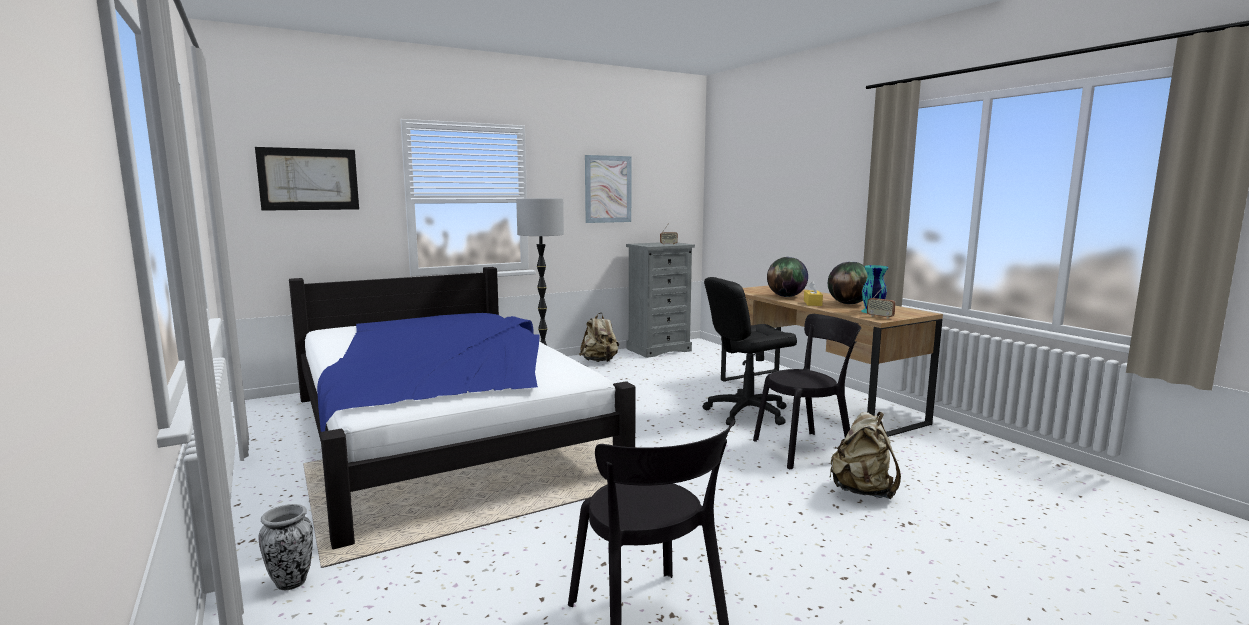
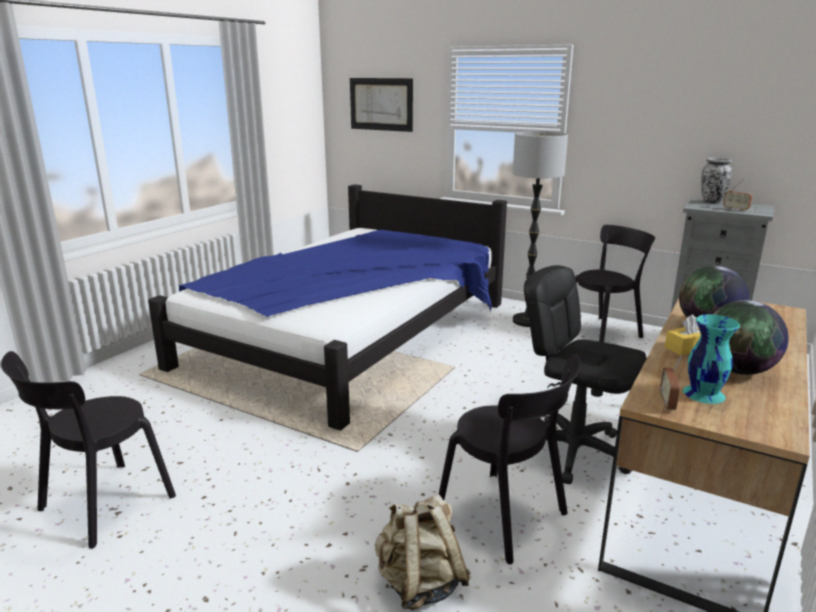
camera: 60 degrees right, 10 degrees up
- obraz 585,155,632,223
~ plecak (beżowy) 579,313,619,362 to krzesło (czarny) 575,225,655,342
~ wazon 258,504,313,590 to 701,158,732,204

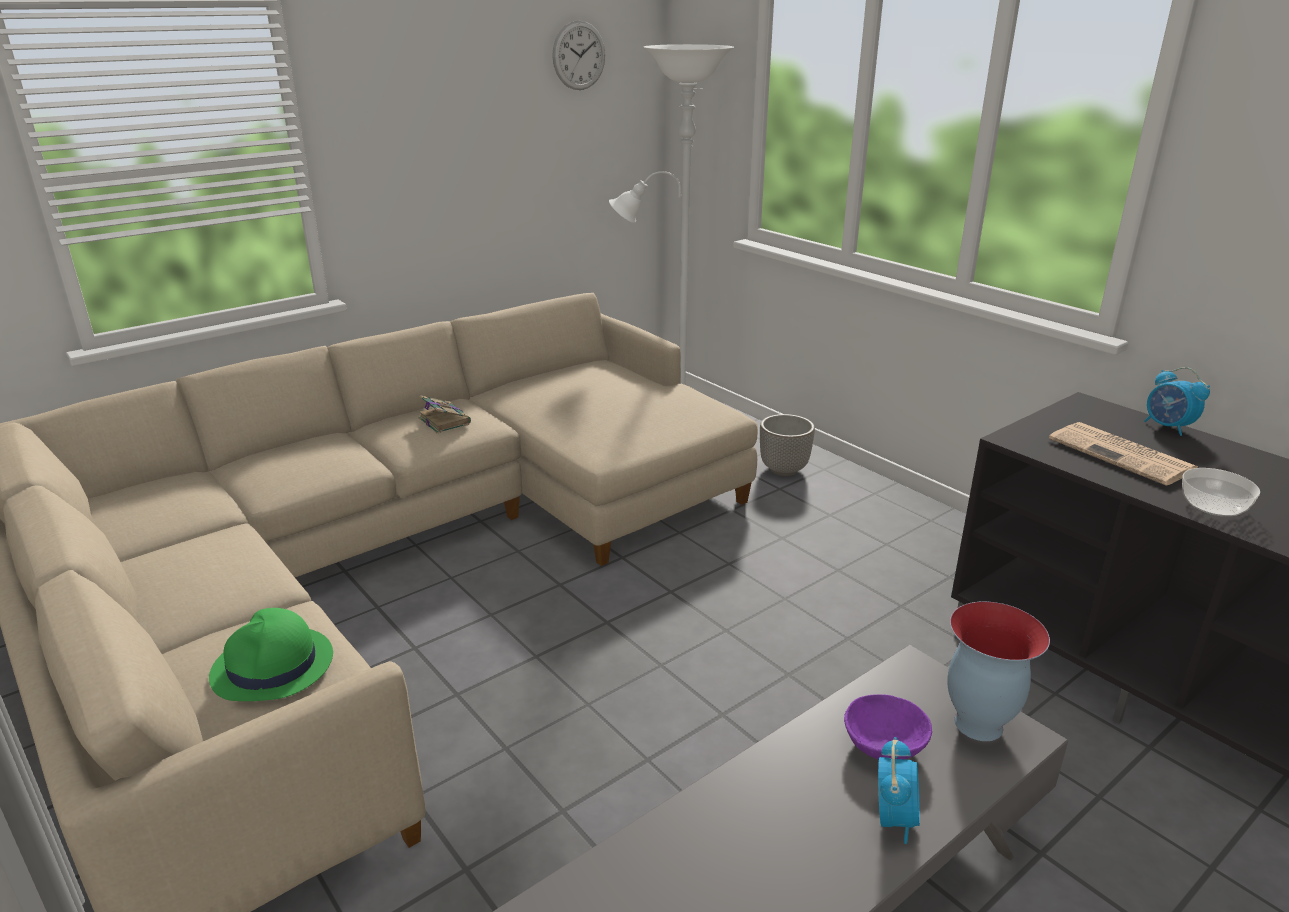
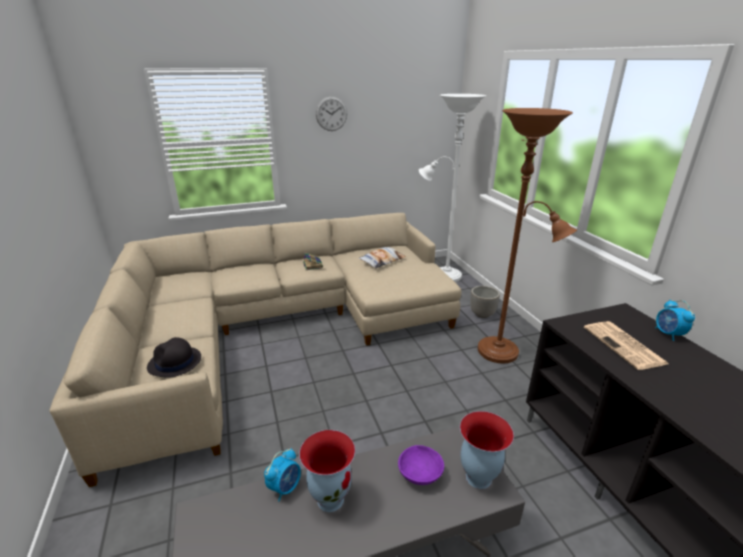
camera: 20 degrees right, 0 degrees up
~ zegar ścienny 552,20,605,90 to 316,97,347,131
- miska 1182,468,1260,516
~ kapelusz (zielony) 209,608,333,701 to kapelusz (czarny) 147,337,201,378
~ budzik 878,737,920,844 to 264,448,301,502
+ lampa stojąca (brązowy) 478,108,577,364
+ poduszka 358,247,406,268
+ wazon 299,430,355,512

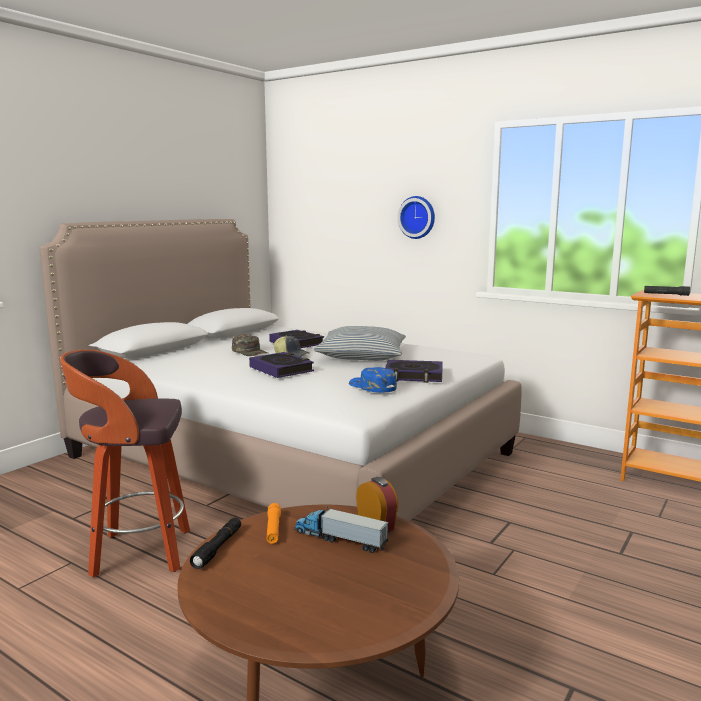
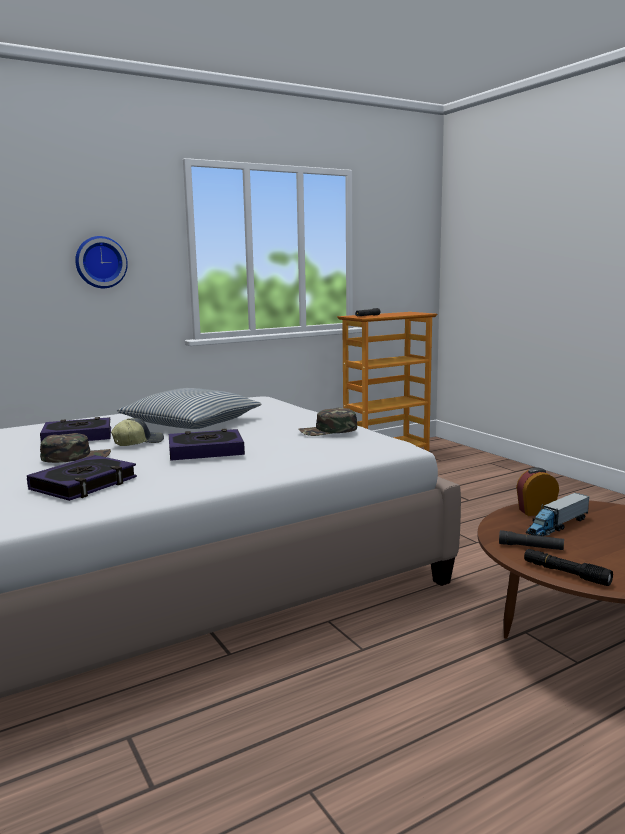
camera: 65 degrees left, 0 degrees up
- stołek 60,350,190,577
~ książka 385,360,443,383 to 27,455,137,501
~ czapka z daszkiem (niebieski) 349,367,397,393 to czapka z daszkiem (zielony) 298,408,357,436
~ latarka (pomarańczowy) 267,503,281,544 to latarka (czarny) 499,530,564,550

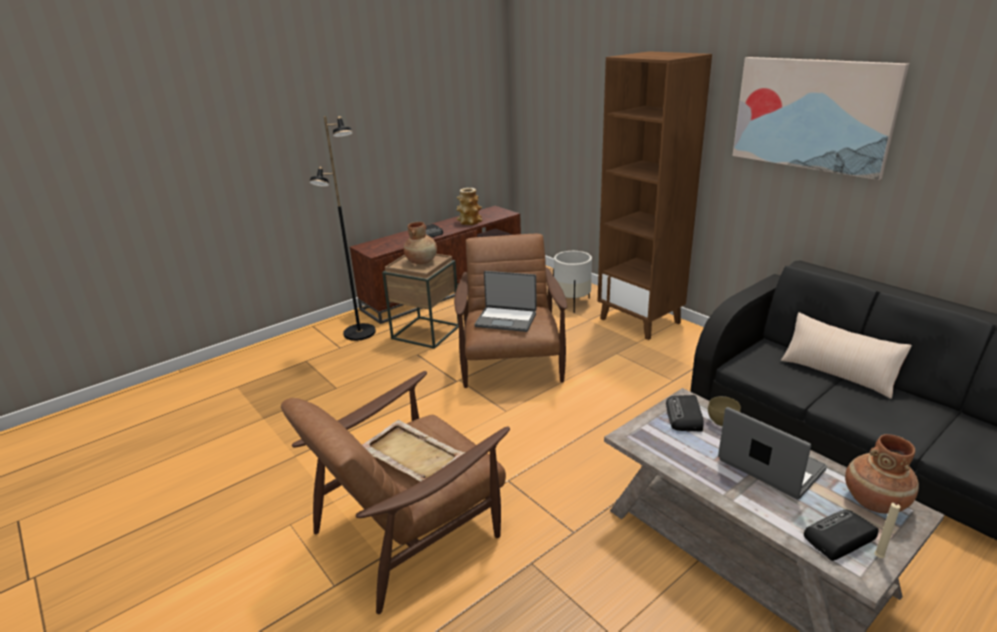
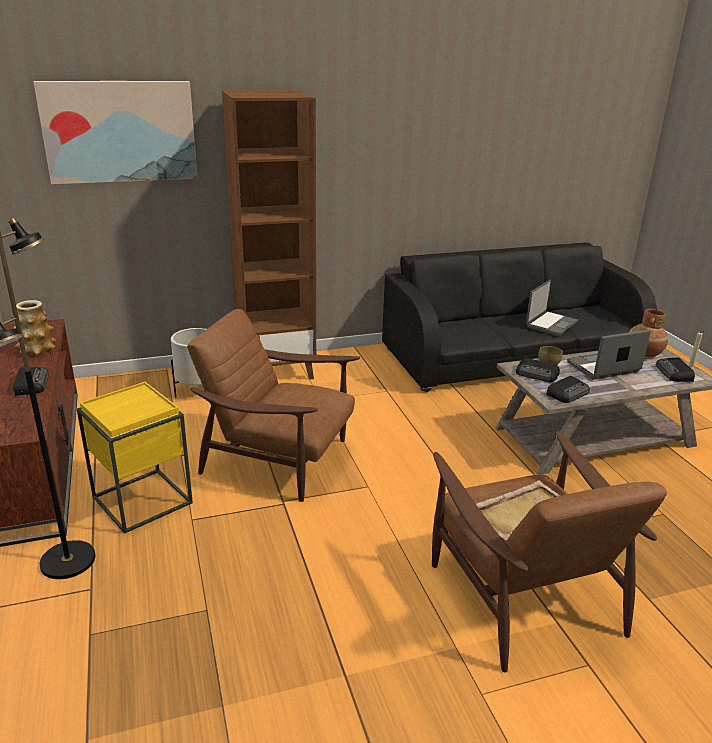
camera: 70 degrees left, 0 degrees up
~ obraz 732,57,909,180 to 34,81,198,184
- wazon (brązowy) 404,222,437,264
~ stolik (brązowy) 382,254,459,349 to stolik (żółty) 77,382,193,534
~ laptop 474,271,537,332 to 526,280,578,336
- poduszka (beżowy) 781,312,912,399
+ radio 546,376,590,403

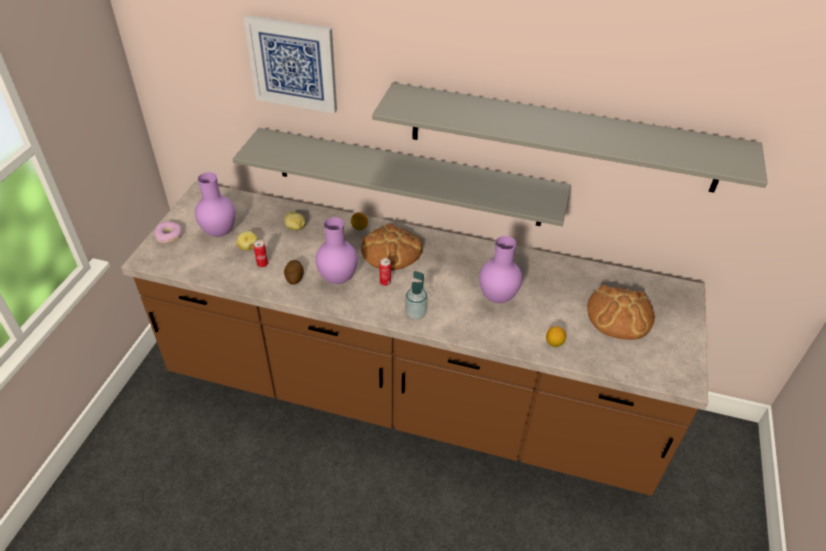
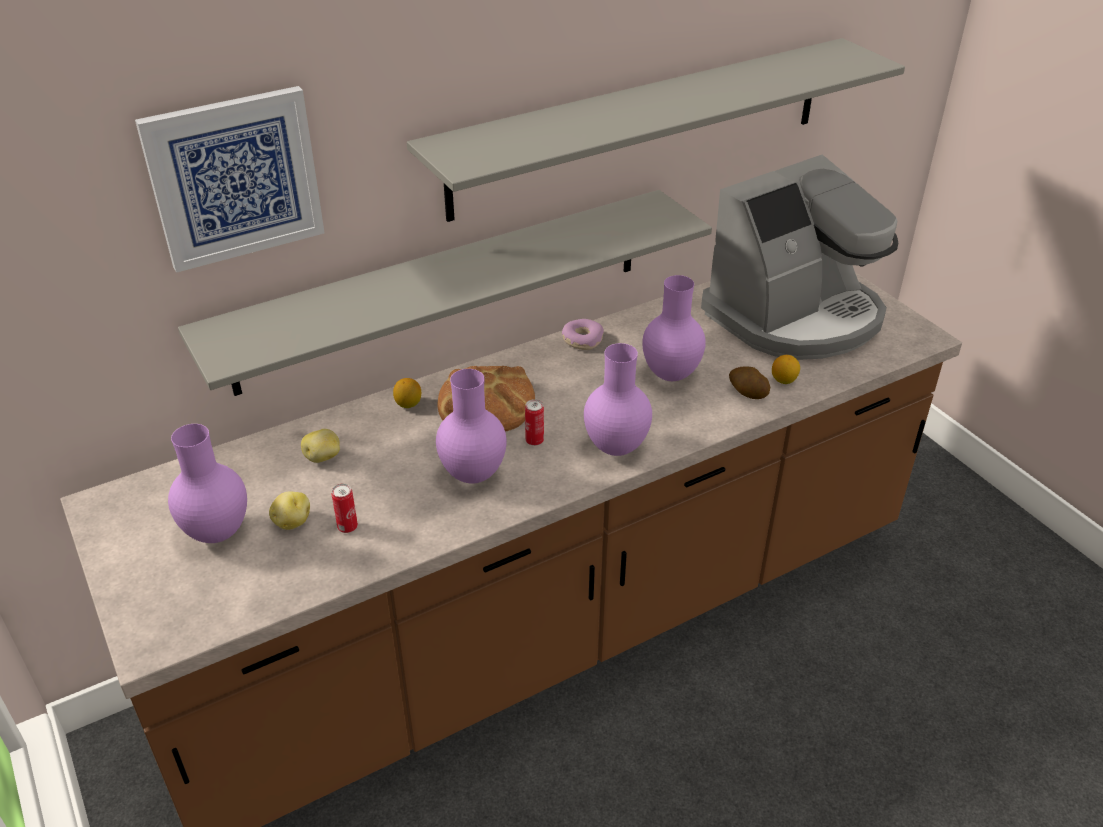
camera: 45 degrees left, 5 degrees down
~ donut 154,222,182,243 to 562,319,604,350
~ ziemniak 284,260,304,285 to 729,367,770,399
~ dozownik mydła 405,271,428,320 to wazon (fioletowy) 584,343,652,456
~ chleb 587,285,655,340 to ekspres do kawy 701,154,898,360

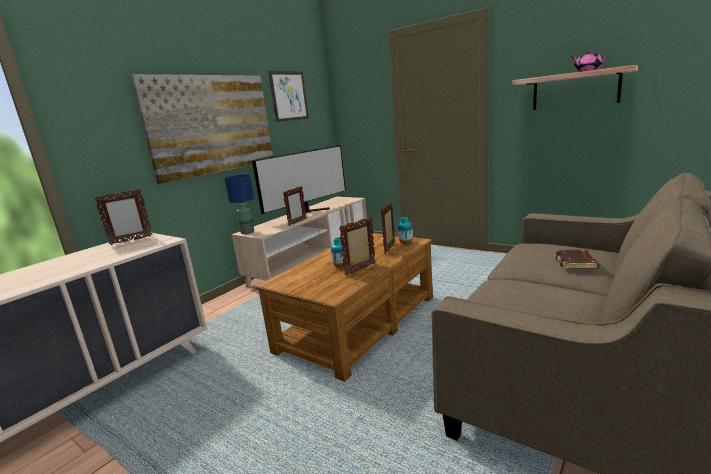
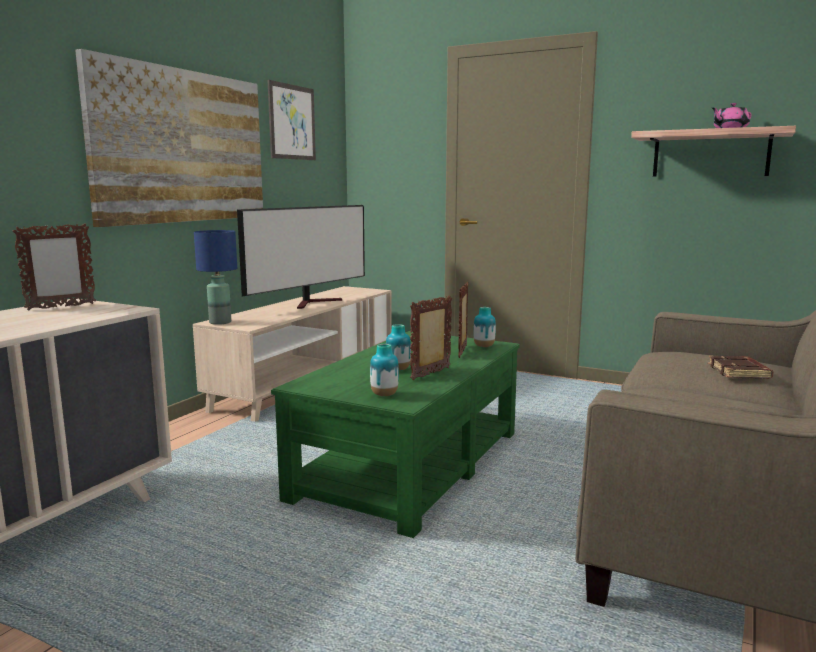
camera: 10 degrees left, 5 degrees down
- ramka na zdjęcie 283,186,307,226
~ ława (brązowy) 256,233,433,382 to ława (zielony) 271,331,520,538
+ wazon 370,344,399,396

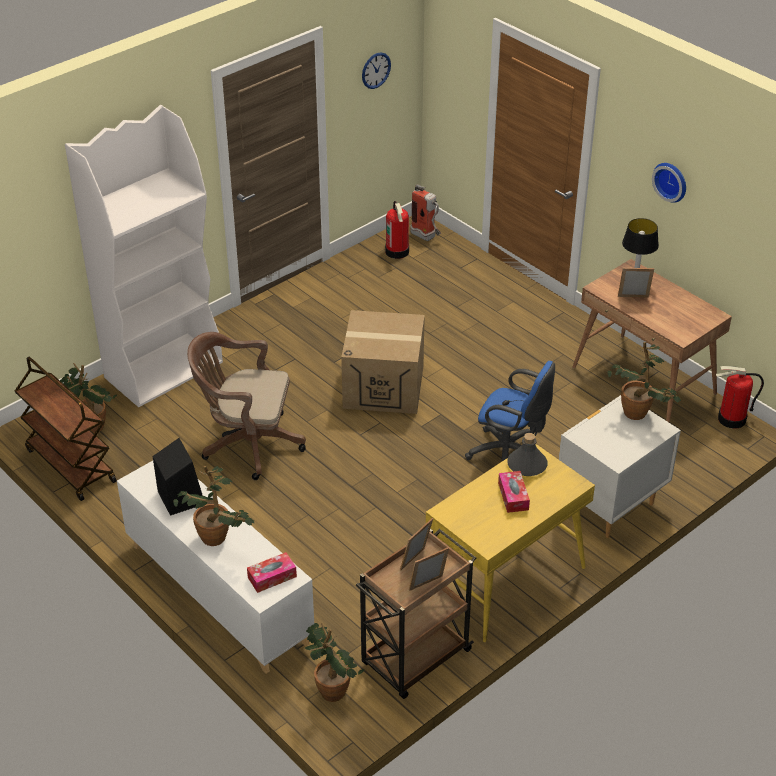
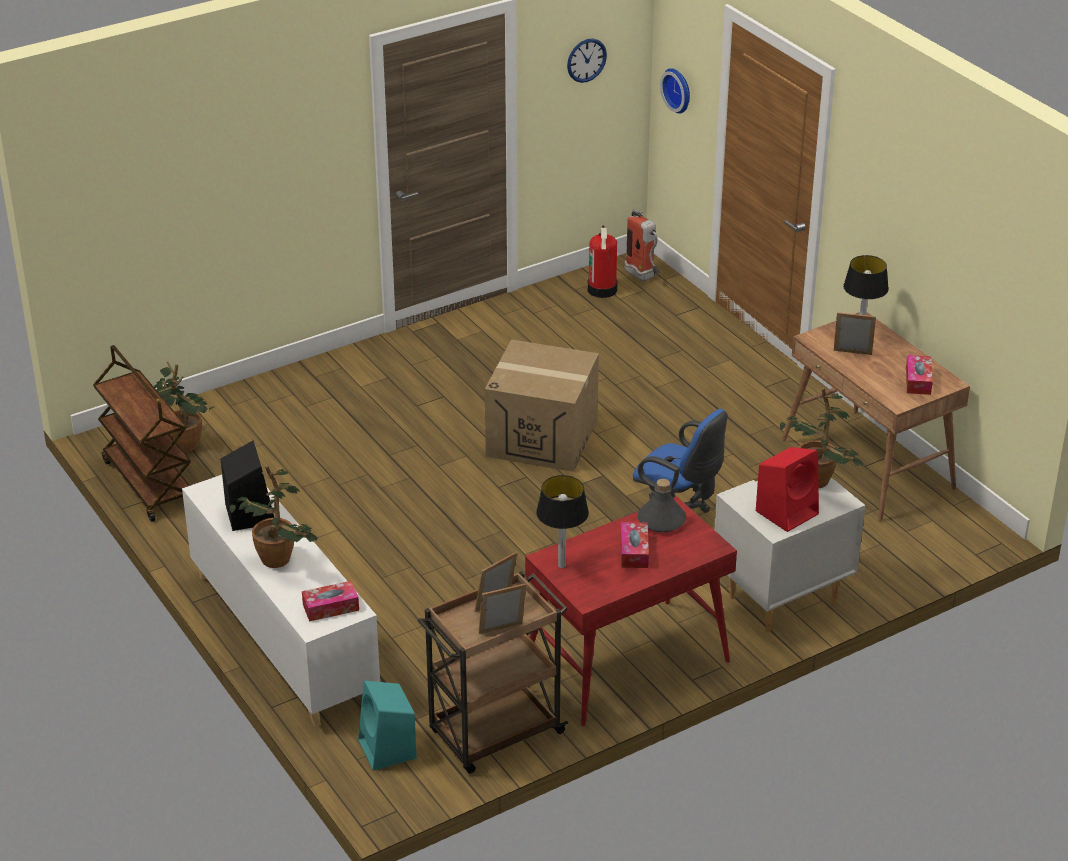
camera: 10 degrees right, 5 degrees down
- regał (biały) 65,105,223,407
~ zegar ścienny 652,163,686,203 to 660,68,690,114
- krzesło biurowe (brązowy) 187,332,306,480
- gaśnica 716,366,764,429
~ biurko (żółty) 426,444,595,642 to biurko (czerwony) 525,496,737,726
~ roślina doniczkowa 305,623,364,702 to głośnik (turkusowy) 358,681,417,771
+ pudełko chusteczek 906,355,933,395
+ głośnik (czerwony) 756,447,819,532
+ lampa stołowa 536,475,589,568

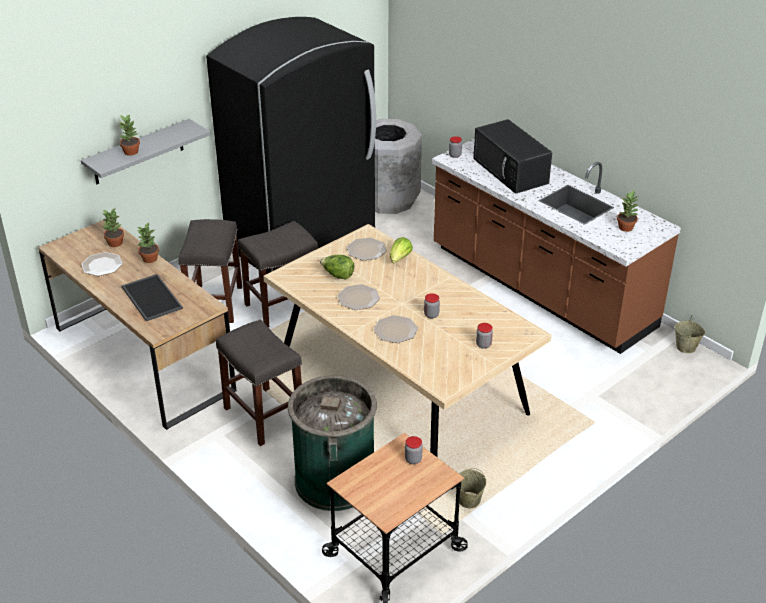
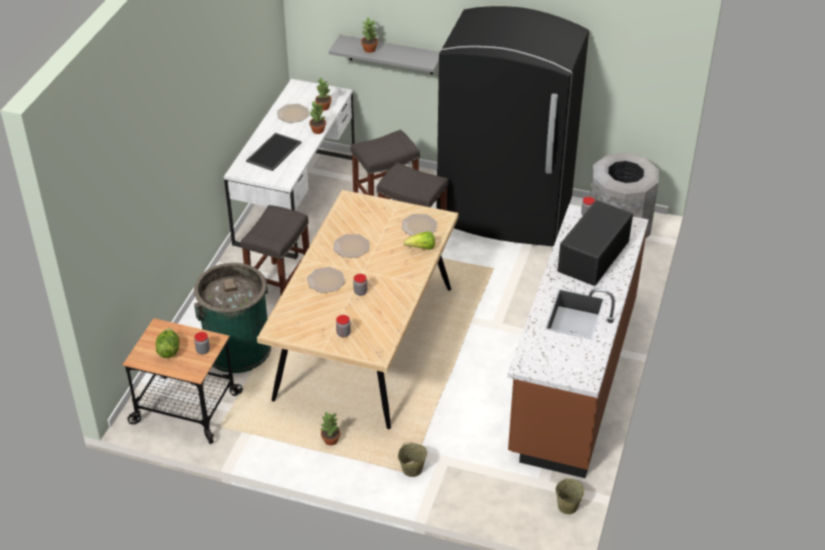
camera: 60 degrees right, 5 degrees up
~ roślina doniczkowa 617,190,639,232 to 321,412,340,445
~ biurko (brązowy) 38,220,236,430 to biurko (biały) 224,79,355,259
~ sałata 320,255,354,280 to 156,328,179,358
~ wiadro (beżowy) 456,468,486,508 to 398,442,427,477

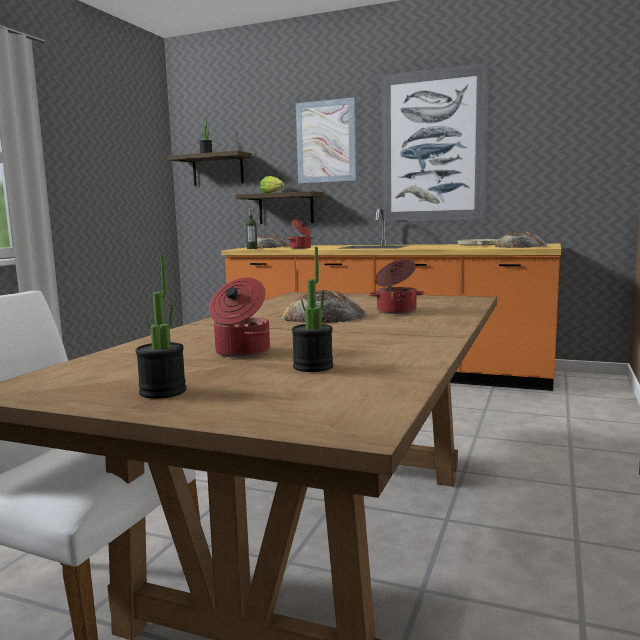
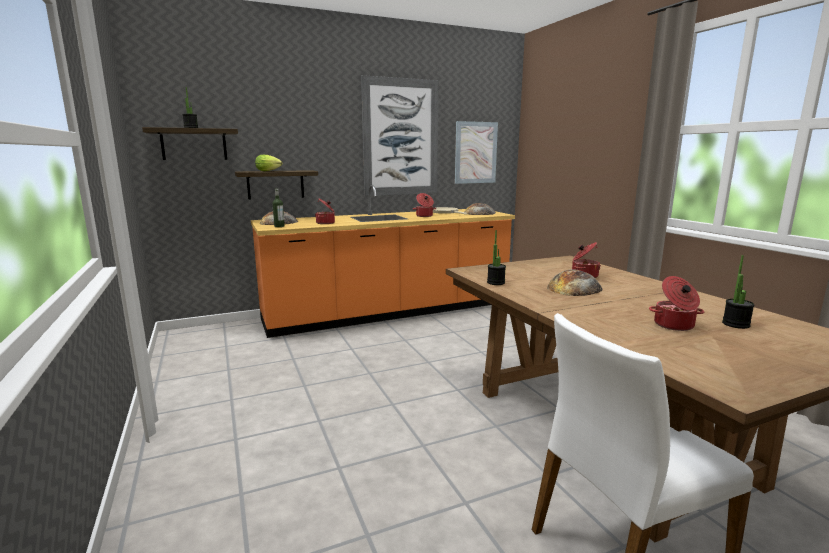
camera: 45 degrees left, 5 degrees up
~ obraz 296,97,356,184 to 455,121,498,184
~ roślina doniczkowa 136,255,186,399 to 487,230,506,285
+ garnek 413,193,436,217

